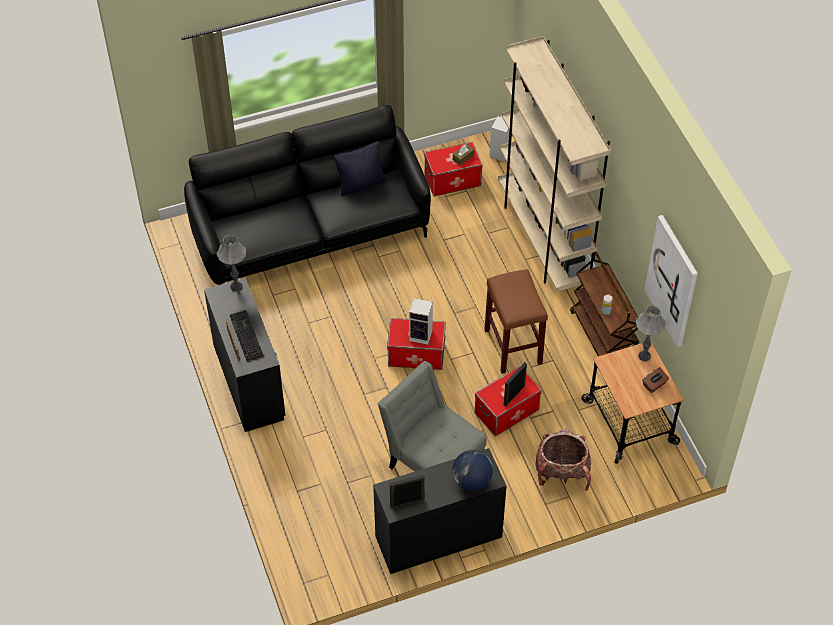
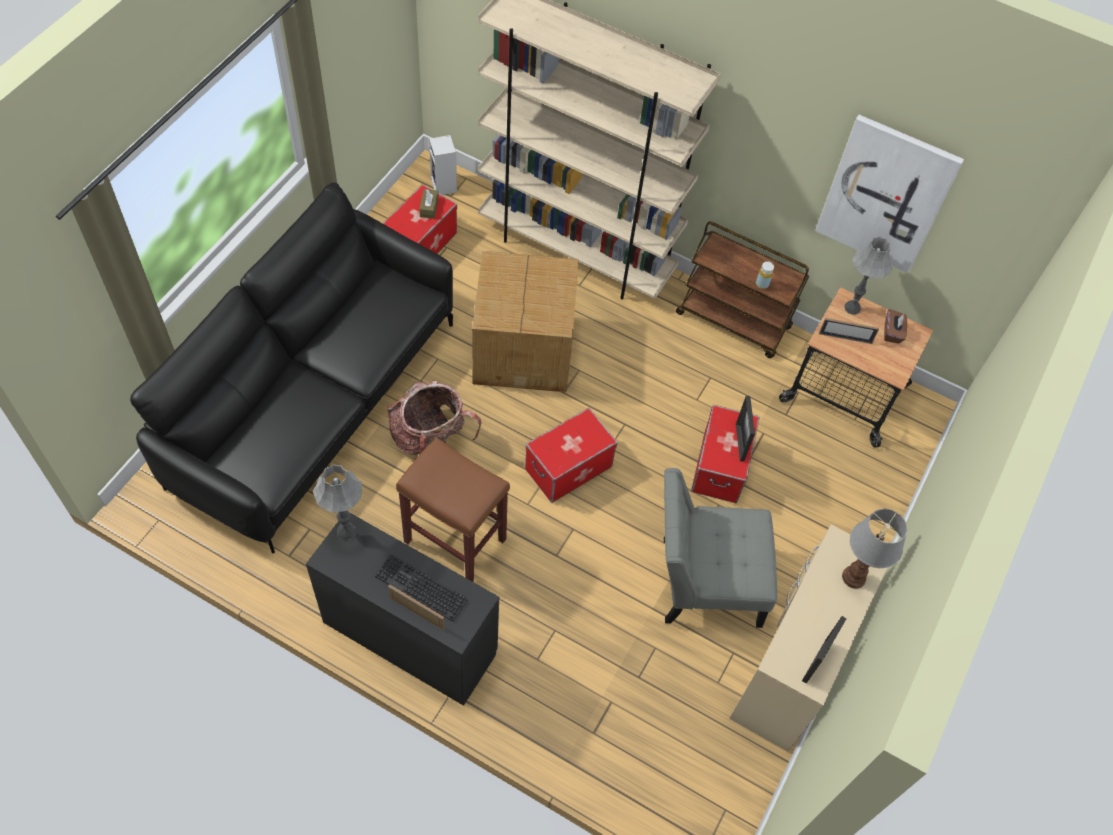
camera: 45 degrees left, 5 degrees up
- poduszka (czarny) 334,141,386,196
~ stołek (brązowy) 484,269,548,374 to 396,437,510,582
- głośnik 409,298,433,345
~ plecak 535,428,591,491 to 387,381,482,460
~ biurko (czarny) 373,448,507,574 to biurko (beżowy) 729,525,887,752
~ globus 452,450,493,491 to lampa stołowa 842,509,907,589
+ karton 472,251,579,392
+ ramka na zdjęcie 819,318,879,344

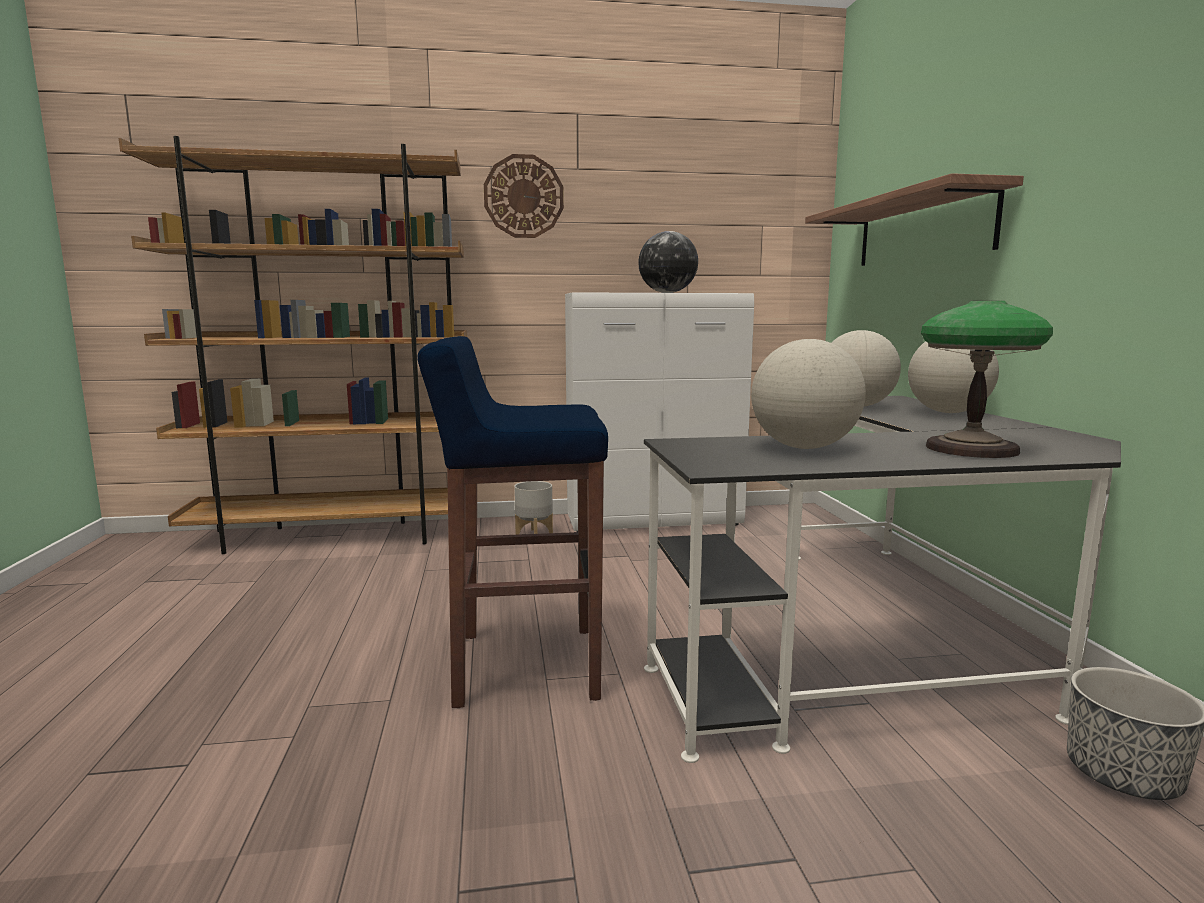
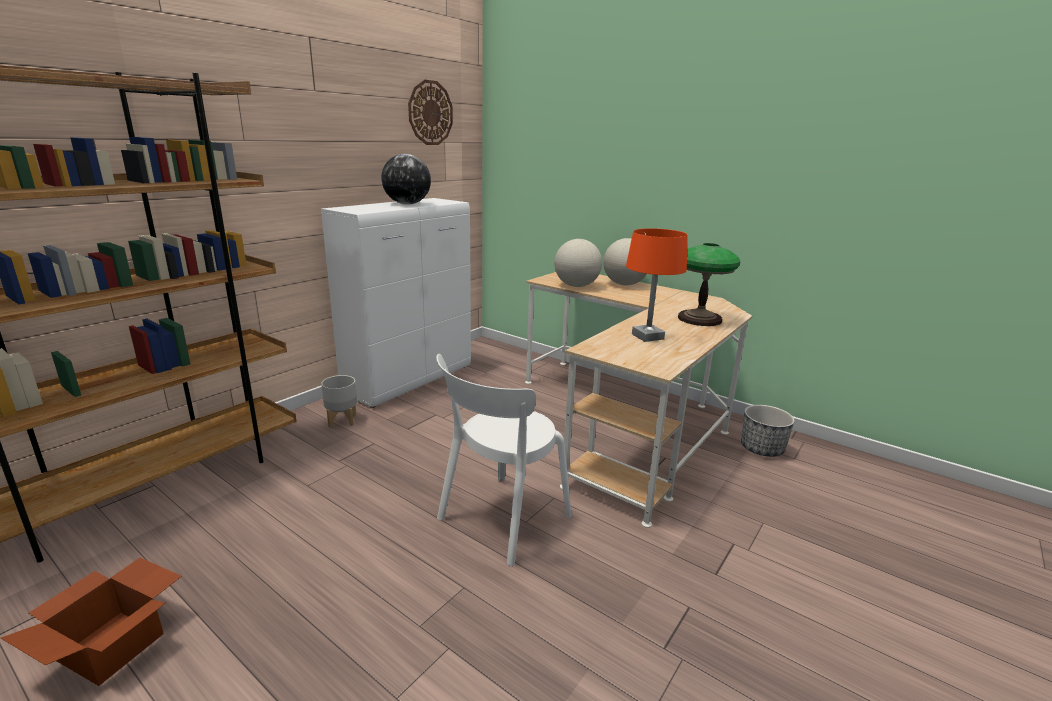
camera: 45 degrees left, 10 degrees up
~ zegar ścienny 484,154,564,238 to 408,80,453,145
- półka 805,173,1024,266
~ stołek (niebieski) 417,336,608,708 to krzesło (biały) 436,354,572,566
~ globus 751,339,866,449 to lampa stołowa (pomarańczowy) 626,228,688,342
~ biurko (czarny) 644,396,1121,763 to biurko (beżowy) 525,272,752,528
+ karton 1,558,182,686

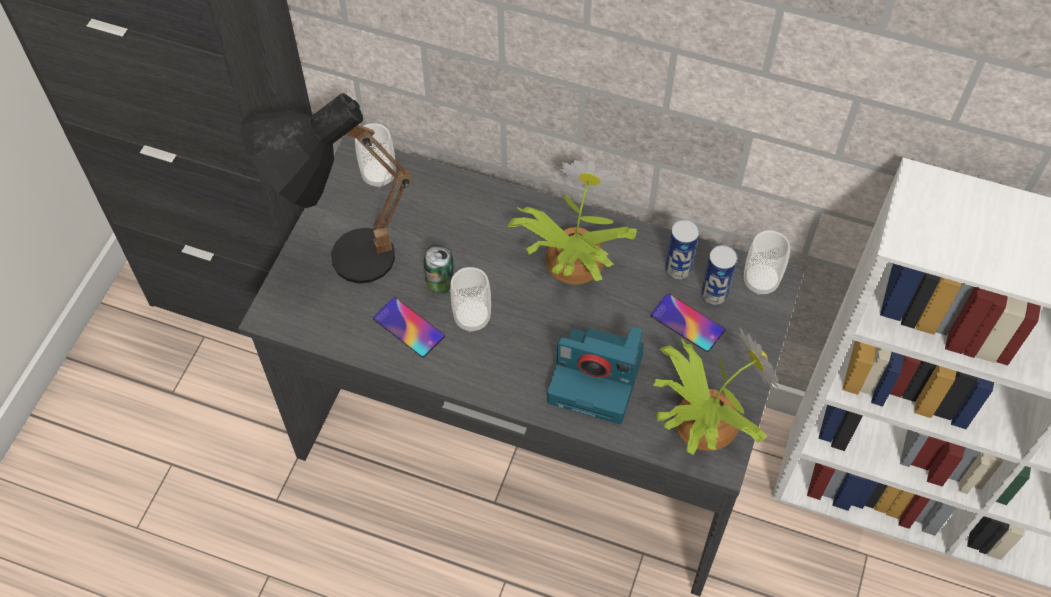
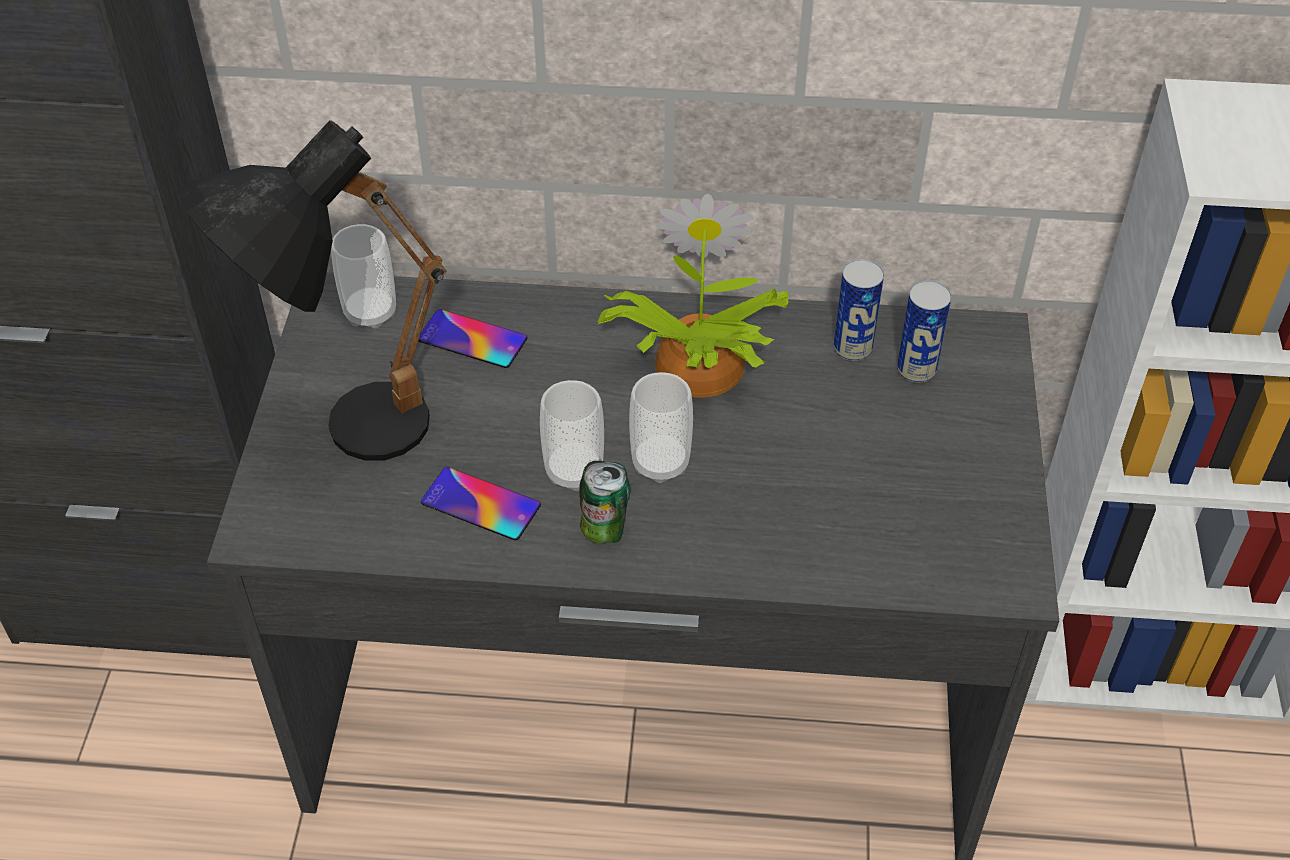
camera: 15 degrees left, 10 degrees down
~ filiżanka 744,230,790,295 to 629,372,693,483
~ puszka 424,245,454,293 to 579,461,631,544
~ telefon 650,294,725,352 to 418,309,528,368
- aparat fotograficzny 547,326,644,424
- roślina doniczkowa 653,327,779,455

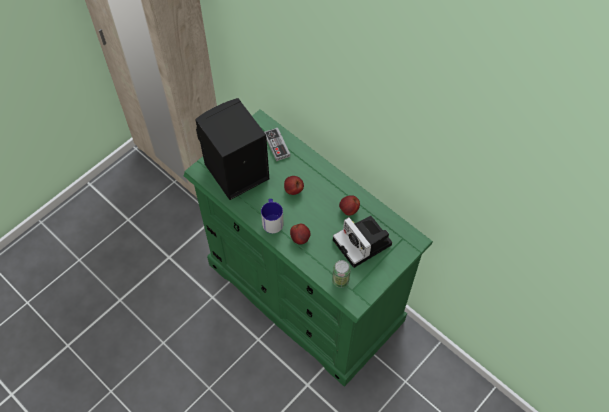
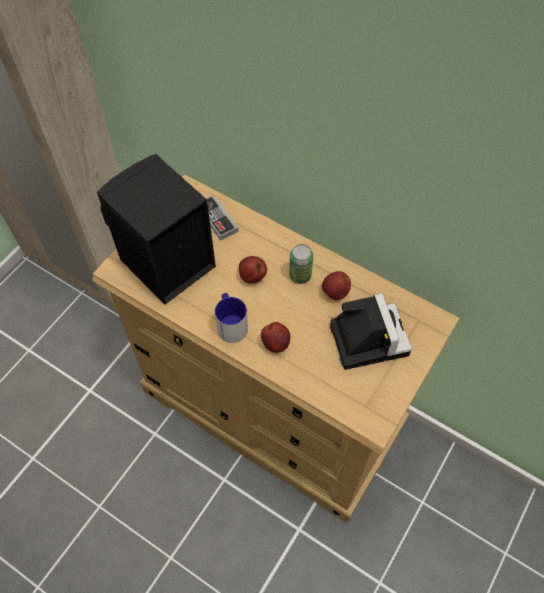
camera: 10 degrees left, 0 degrees up
~ komoda (zielony) 184,109,433,387 to komoda (beżowy) 92,174,460,523
~ aparat fotograficzny 333,216,392,268 = 330,293,412,370 150 degrees counterclockwise
~ puszka 332,260,351,288 to 289,244,313,284

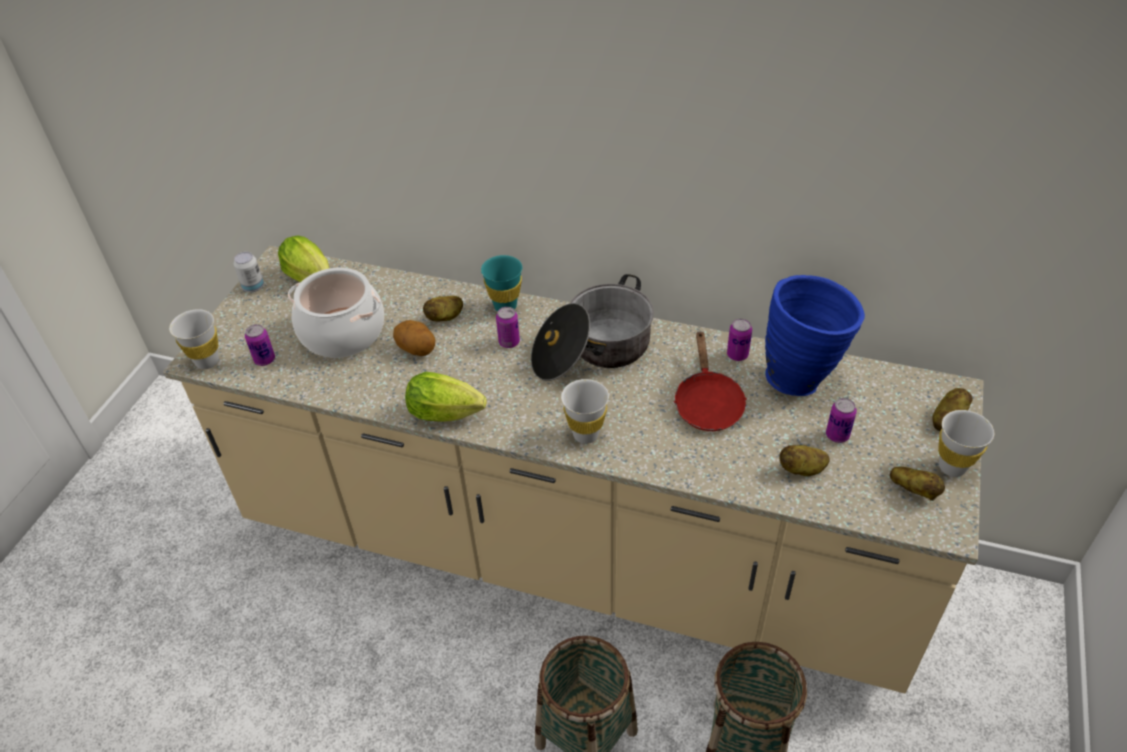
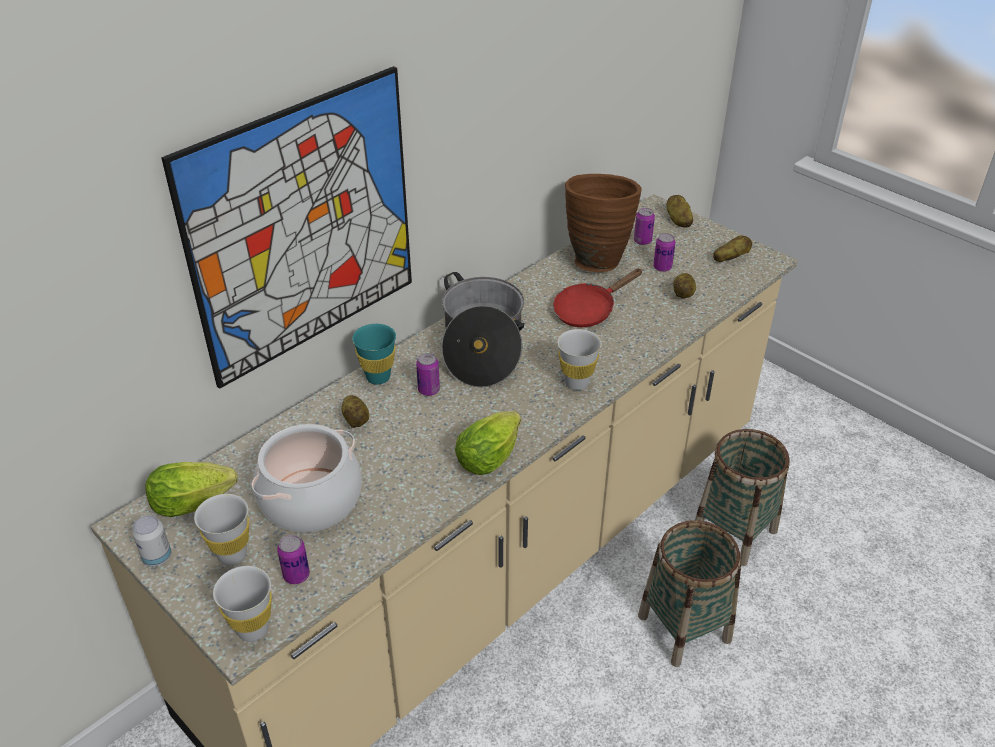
camera: 65 degrees left, 5 degrees down
~ wazon (niebieski) 765,275,865,396 to wazon (brązowy) 565,174,642,272
~ puszka 727,319,752,361 to 634,208,655,245
- ziemniak 393,320,435,356
~ patelnia (czerwony) 674,331,747,431 = 553,268,643,327 120 degrees clockwise
~ filiżanka (biały) 938,410,994,477 to 194,494,249,566
+ obraz 161,66,412,389

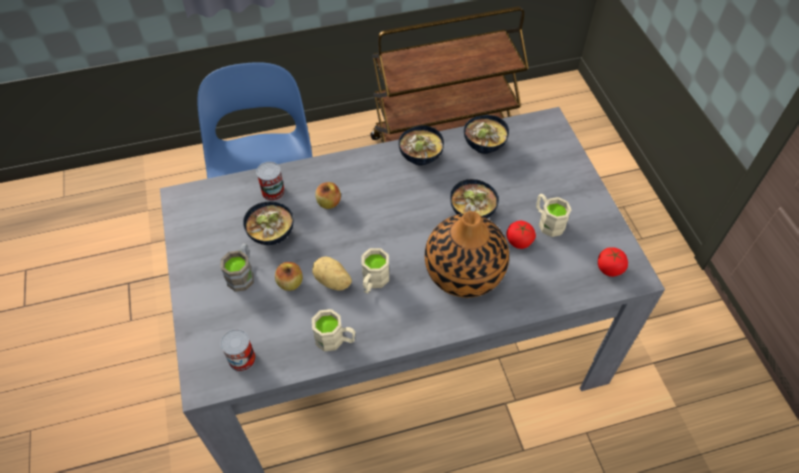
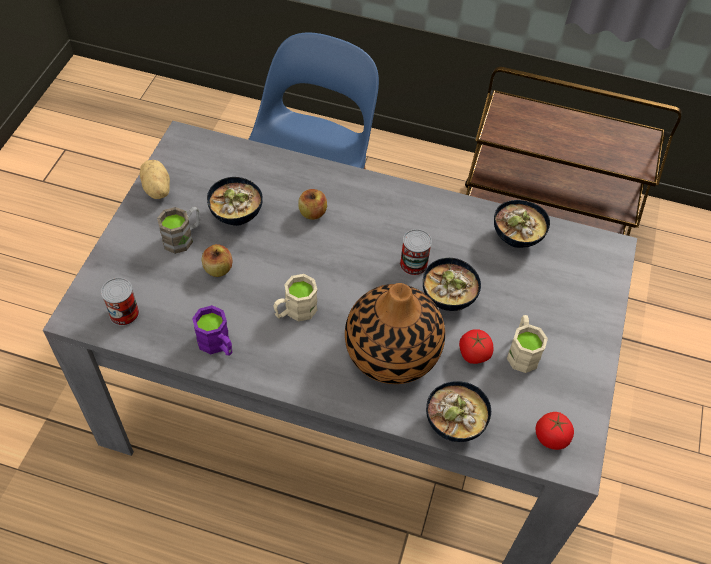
camera: 30 degrees right, 0 degrees up
~ miska 398,125,444,166 to 426,381,491,442
~ puszka 256,162,285,201 to 400,229,432,276
~ ziemniak 312,256,352,291 to 140,160,170,199
~ kubek (beżowy) 312,309,355,351 to kubek (fioletowy) 192,305,232,356

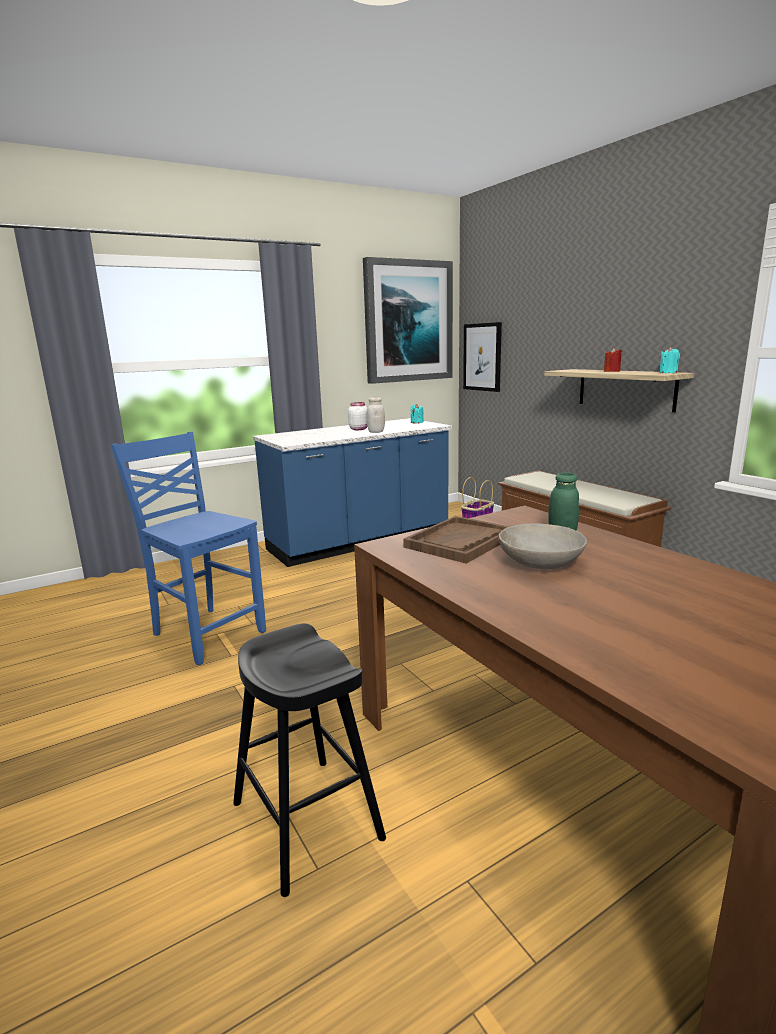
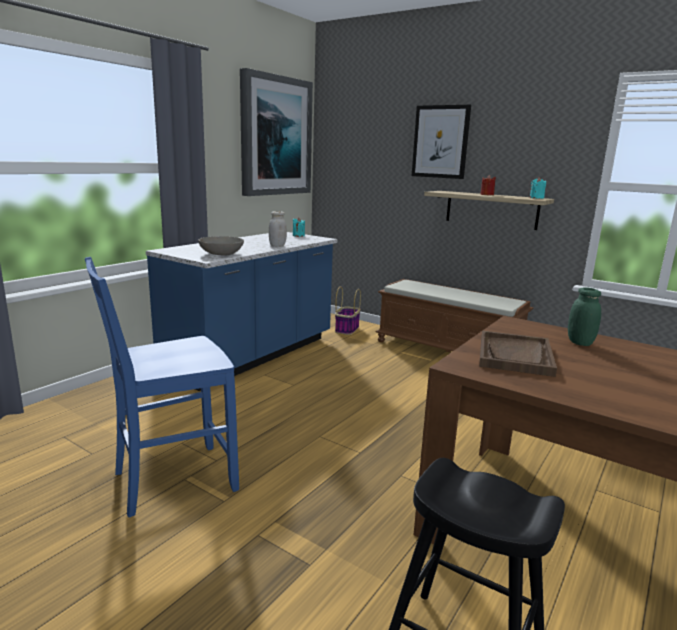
camera: 25 degrees left, 0 degrees up
~ obraz 463,322,502,392 to 412,105,471,179
- słoik (biały) 348,402,367,430
~ krzesło (niebieski) 110,432,266,665 = 85,257,239,518 45 degrees counterclockwise
~ miska (szary) 498,524,587,570 to 198,236,244,255

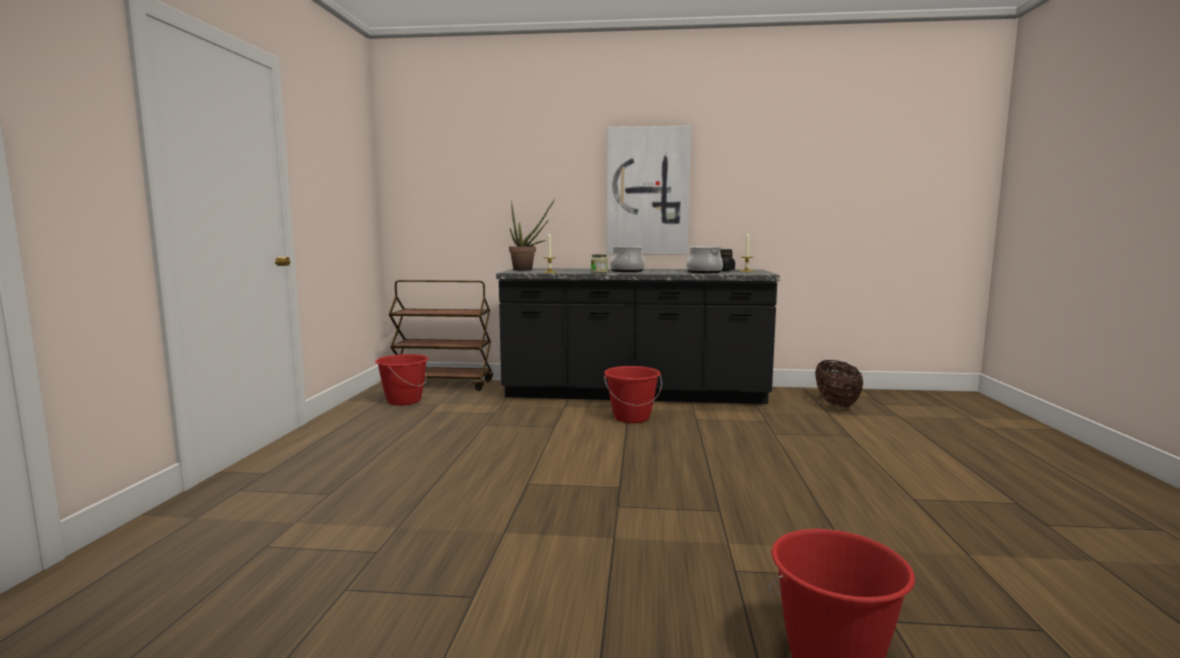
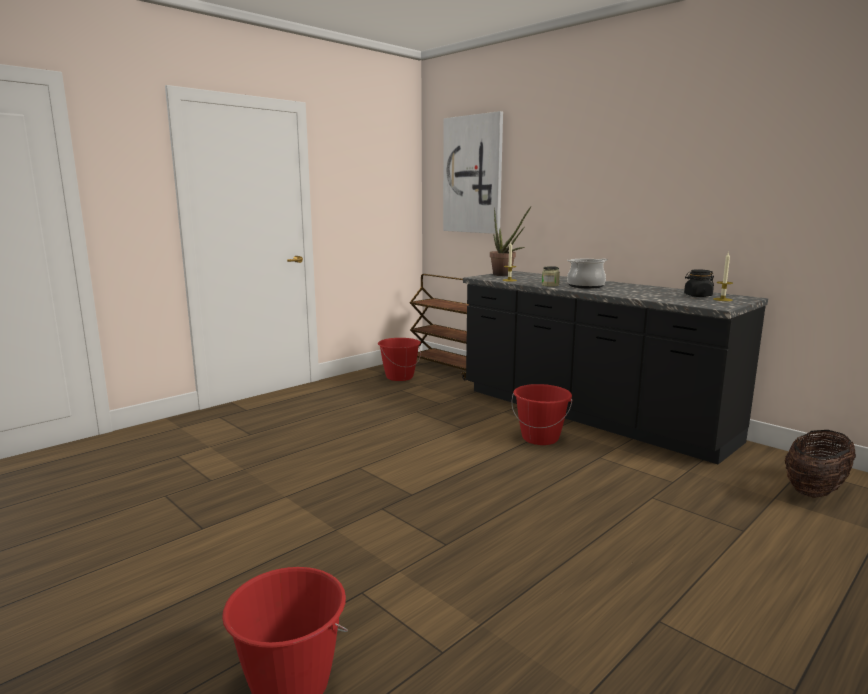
camera: 40 degrees right, 5 degrees up
~ obraz 607,125,691,255 to 443,111,503,234
- garnek 686,246,723,273

